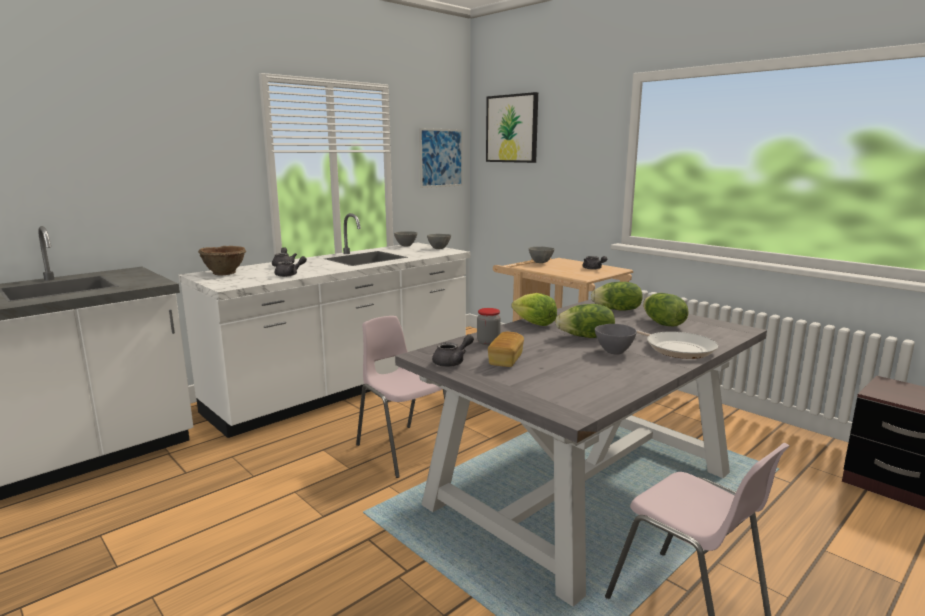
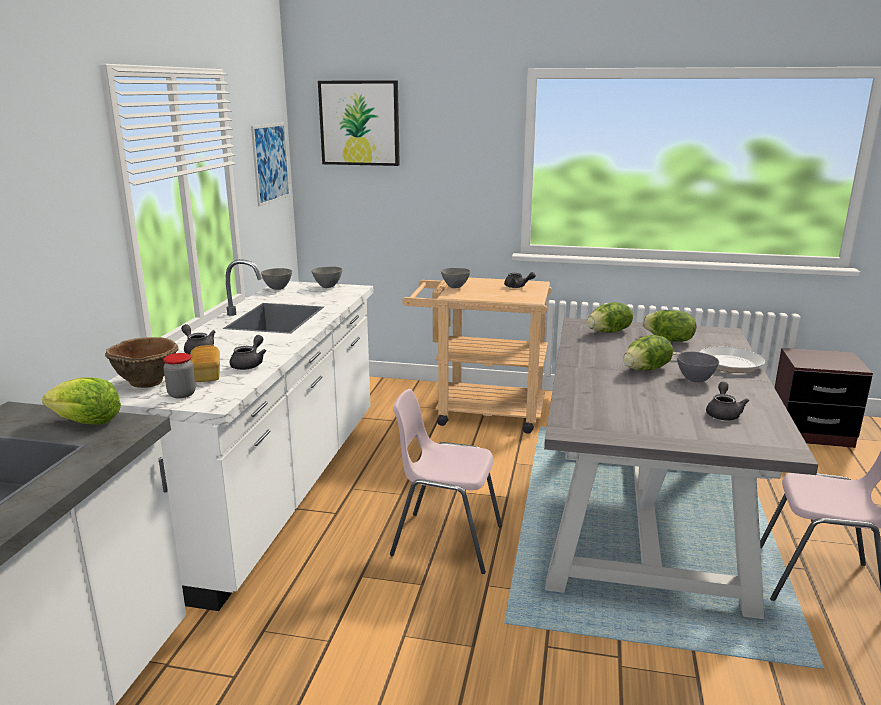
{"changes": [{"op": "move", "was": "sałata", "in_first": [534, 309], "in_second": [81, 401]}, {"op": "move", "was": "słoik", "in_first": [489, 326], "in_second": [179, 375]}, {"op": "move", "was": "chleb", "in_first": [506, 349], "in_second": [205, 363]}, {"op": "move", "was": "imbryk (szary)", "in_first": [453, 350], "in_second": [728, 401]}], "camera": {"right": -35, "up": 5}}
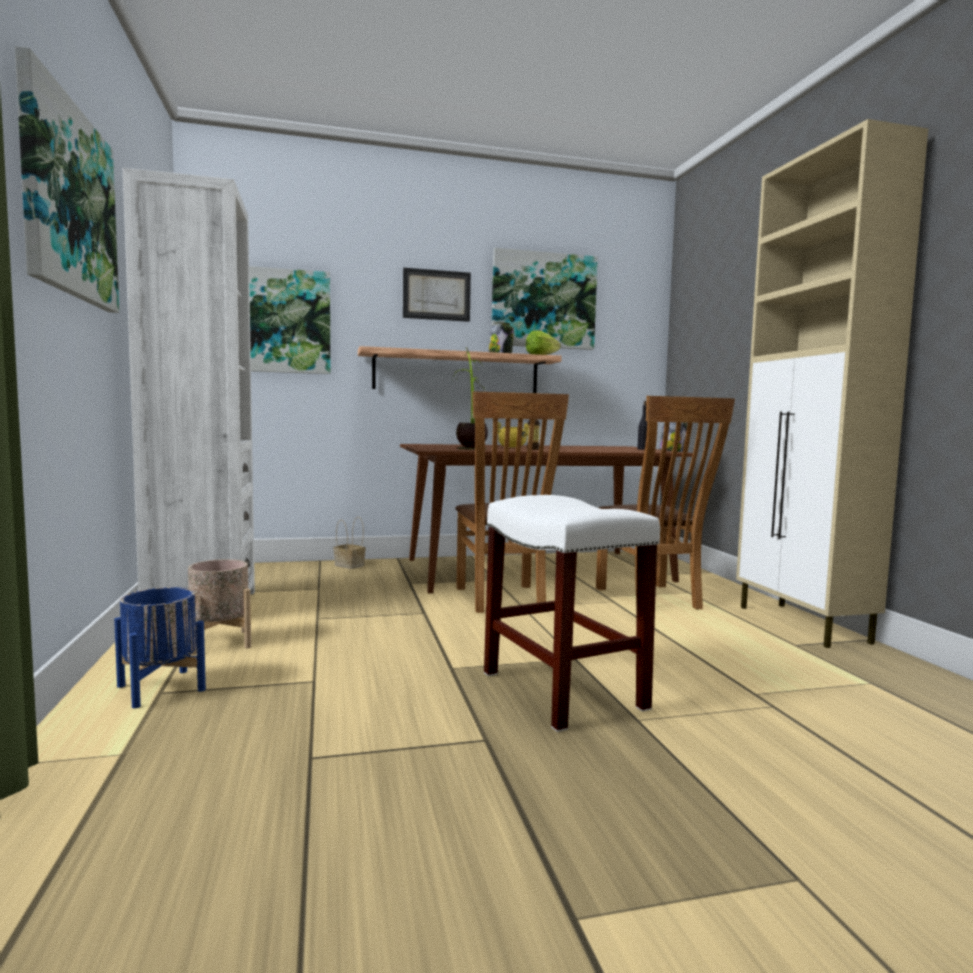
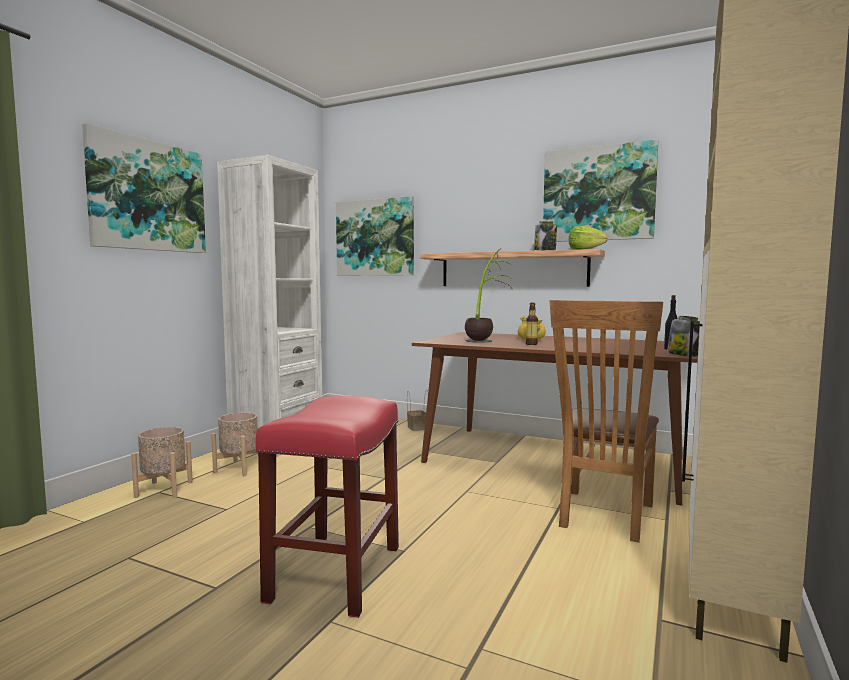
{"changes": [{"op": "delete", "was": "obraz", "in_first": [437, 295]}, {"op": "delete", "was": "krzesło (brązowy)", "in_first": [512, 502]}, {"op": "recolor", "was": "stołek (biały)", "now": "stołek (czerwony)", "in_first": [572, 613], "in_second": [327, 507]}, {"op": "recolor", "was": "donica (niebieski)", "now": "donica (beżowy)", "in_first": [160, 647], "in_second": [162, 462]}], "camera": {"right": 40, "up": 0}}
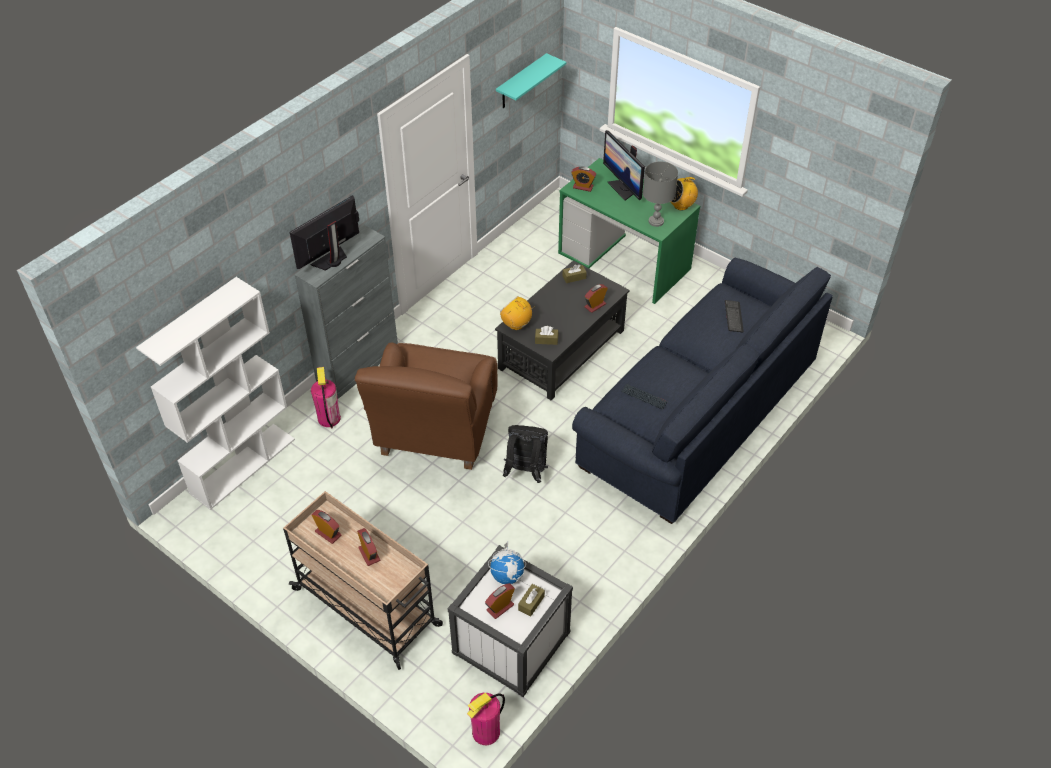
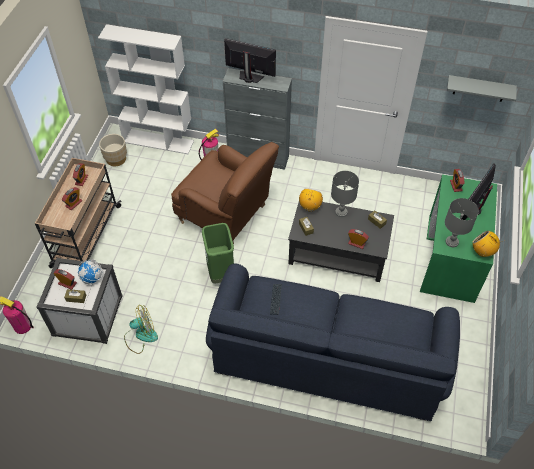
{"changes": [{"op": "recolor", "was": "półka (turkusowy)", "now": "półka (szary)", "in_first": [531, 80], "in_second": [482, 88]}, {"op": "delete", "was": "klawiatura", "in_first": [734, 316]}, {"op": "rotate", "was": "fotel (brązowy)", "in_first": [426, 406], "in_second": [225, 193], "clockwise": -135}, {"op": "replace", "was": "plecak (czarny)", "now": "kosz na śmieci (zielony)", "in_first": [525, 454], "in_second": [218, 253]}, {"op": "insert", "now": "donica (beżowy)", "in_second": [113, 150]}, {"op": "insert", "now": "lampa stołowa (szary)", "in_second": [345, 194]}, {"op": "insert", "now": "wentylator", "in_second": [141, 329]}], "camera": {"right": 65, "up": 5}}
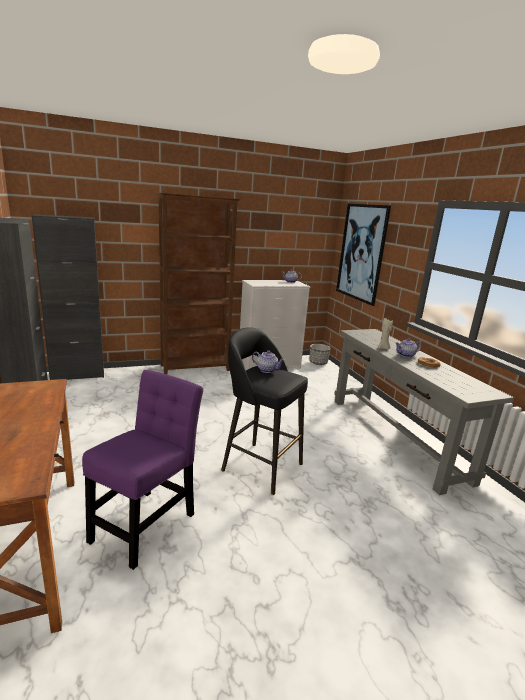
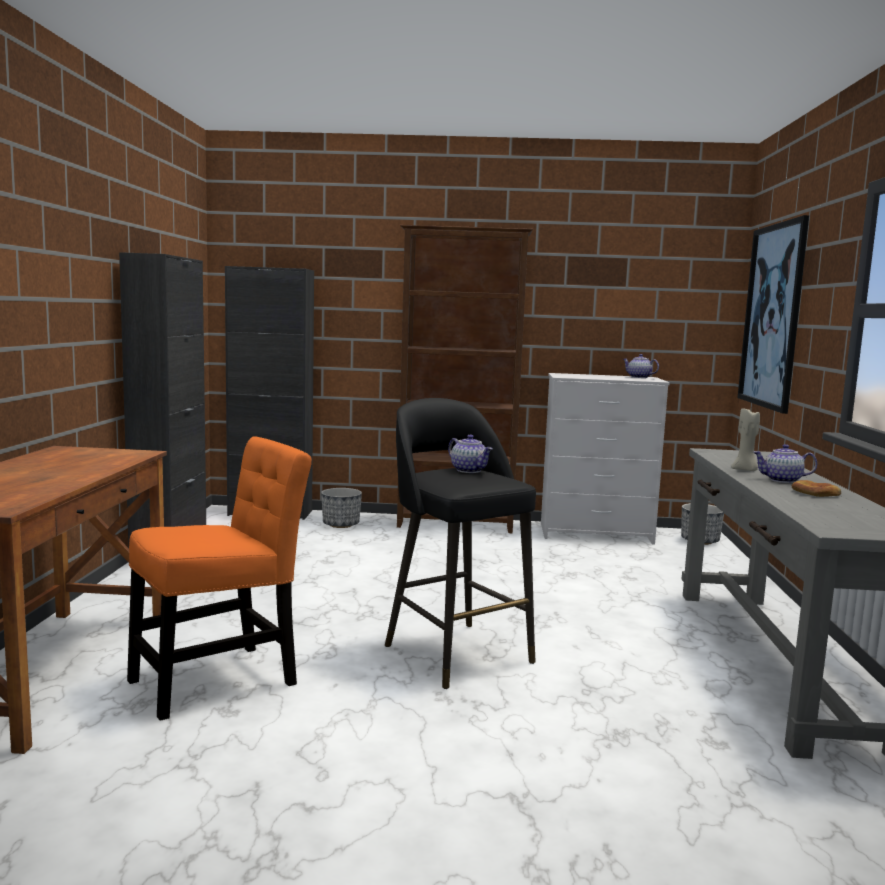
{"changes": [{"op": "recolor", "was": "krzesło (fioletowy)", "now": "krzesło (pomarańczowy)", "in_first": [142, 470], "in_second": [219, 578]}, {"op": "insert", "now": "donica", "in_second": [341, 508]}], "camera": {"right": 25, "up": -10}}
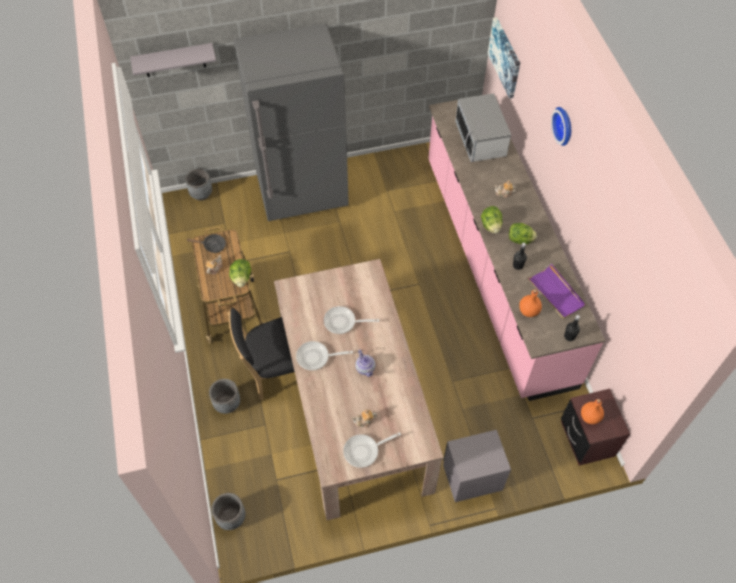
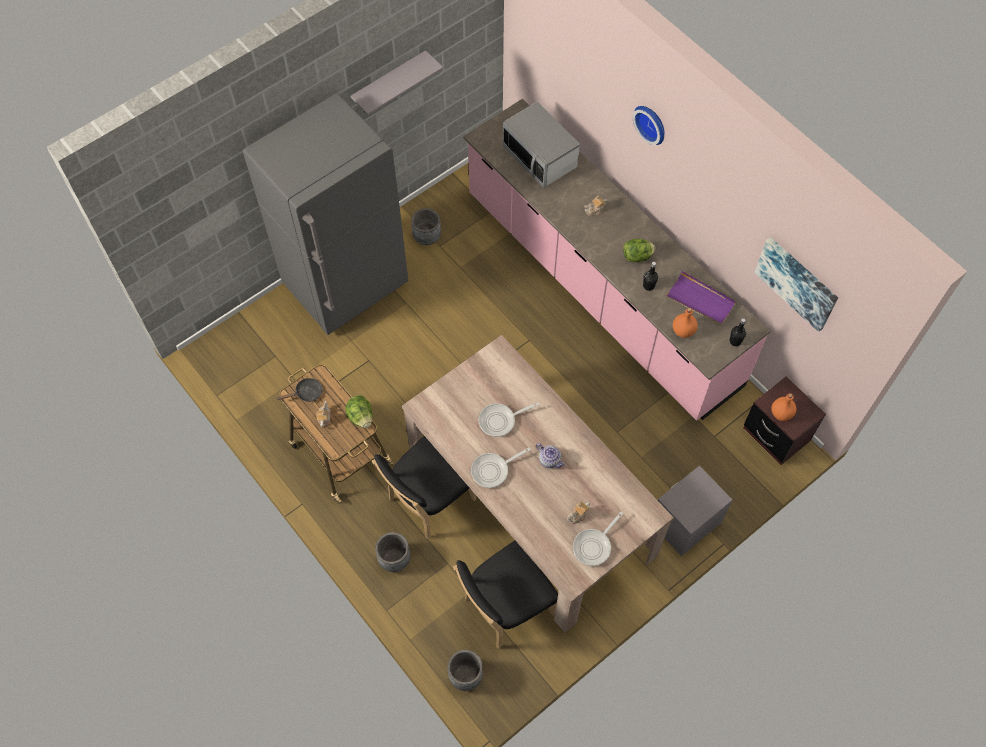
{"changes": [{"op": "move", "was": "obraz", "in_first": [504, 58], "in_second": [796, 284]}, {"op": "move", "was": "półka (szary)", "in_first": [173, 60], "in_second": [397, 82]}, {"op": "move", "was": "donica (szary)", "in_first": [198, 185], "in_second": [426, 226]}, {"op": "delete", "was": "sałata", "in_first": [492, 219]}, {"op": "insert", "now": "krzesło (czarny)", "in_second": [505, 595]}], "camera": {"right": -25, "up": 5}}
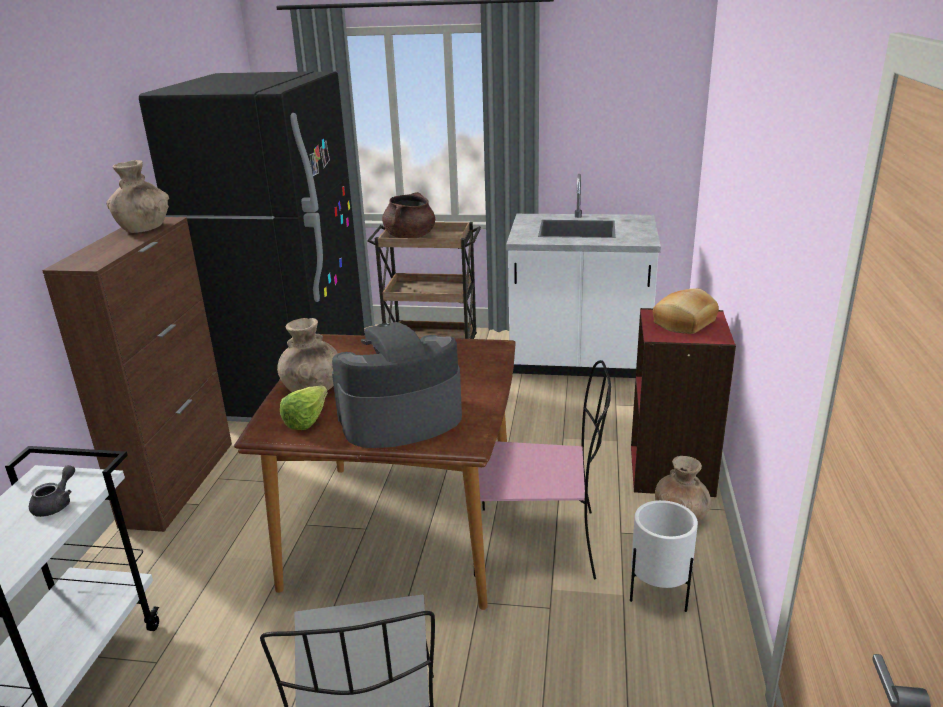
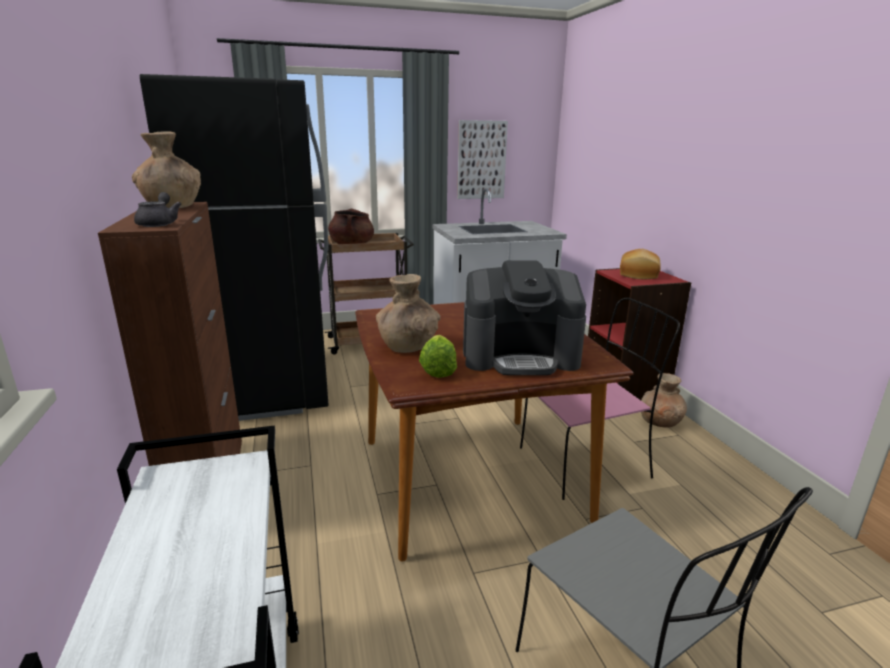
{"changes": [{"op": "rotate", "was": "ekspres do kawy", "in_first": [397, 385], "in_second": [524, 317], "clockwise": -135}, {"op": "move", "was": "imbryk (szary)", "in_first": [52, 491], "in_second": [157, 209]}, {"op": "delete", "was": "donica (biały)", "in_first": [664, 556]}, {"op": "insert", "now": "obraz", "in_second": [482, 159]}], "camera": {"right": -25, "up": -5}}
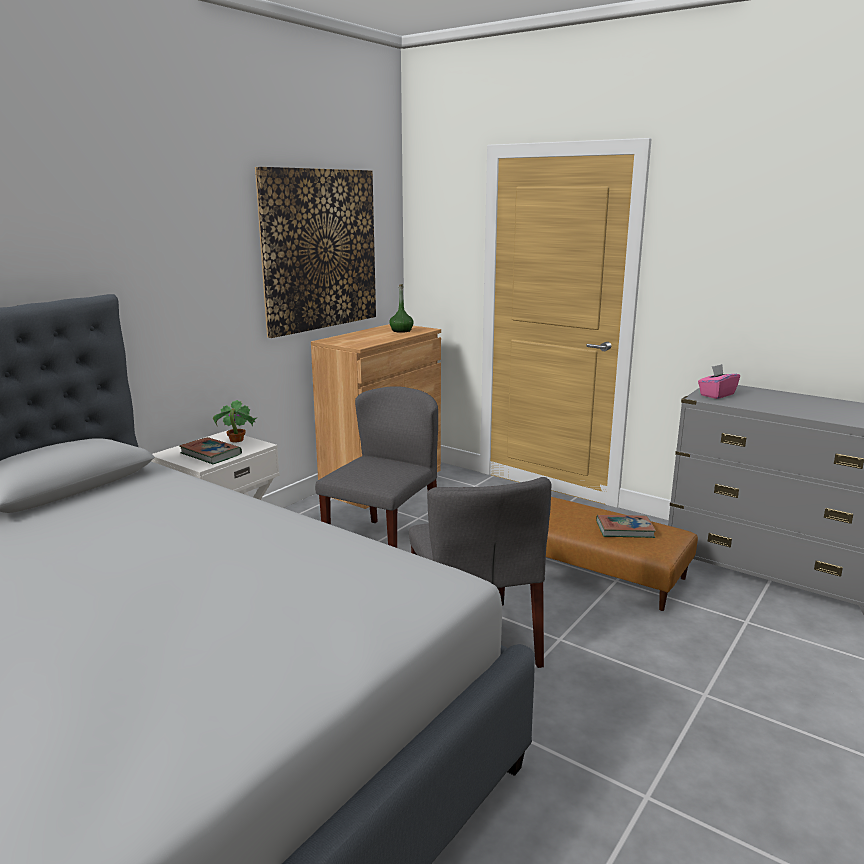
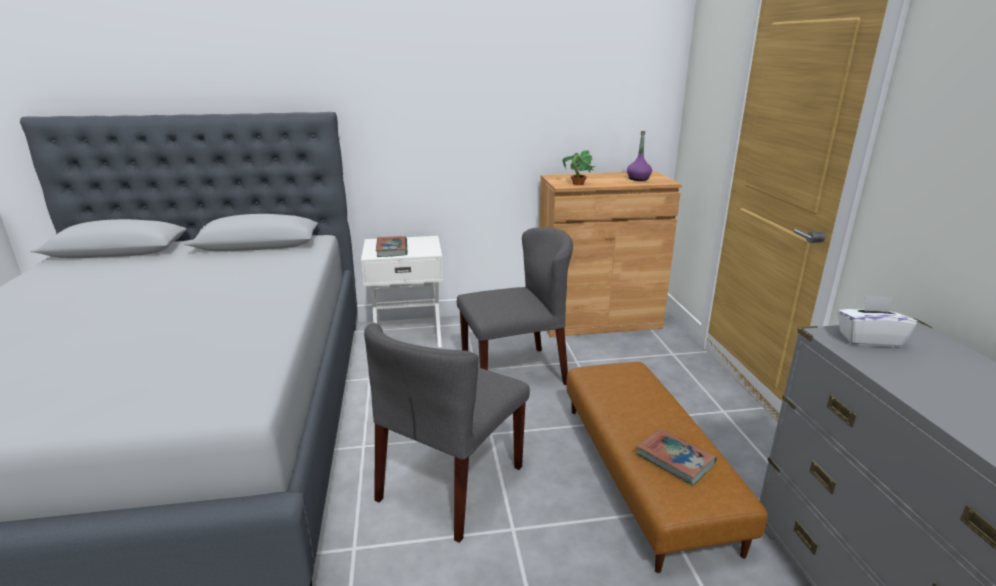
{"changes": [{"op": "delete", "was": "obraz", "in_first": [315, 252]}, {"op": "recolor", "was": "butelka (zielony)", "now": "butelka (fioletowy)", "in_first": [401, 308], "in_second": [639, 156]}, {"op": "recolor", "was": "pudełko chusteczek (różowy)", "now": "pudełko chusteczek (biały)", "in_first": [719, 381], "in_second": [877, 321]}, {"op": "move", "was": "roślina doniczkowa", "in_first": [235, 421], "in_second": [579, 167]}], "camera": {"right": 45, "up": 5}}
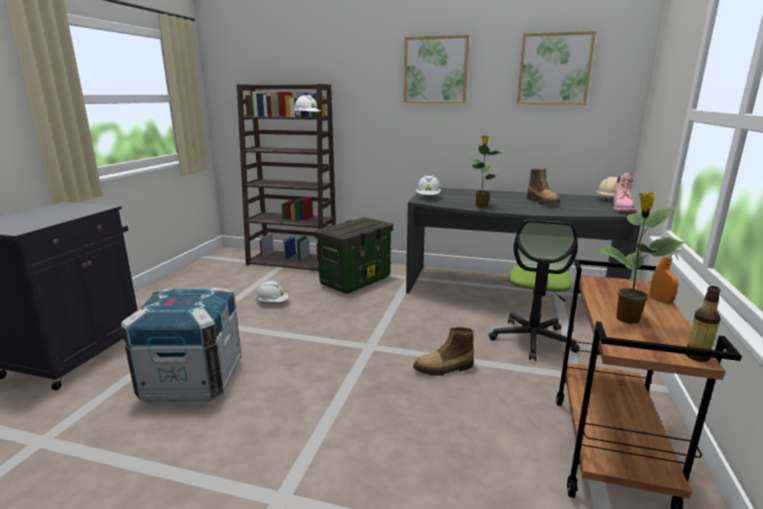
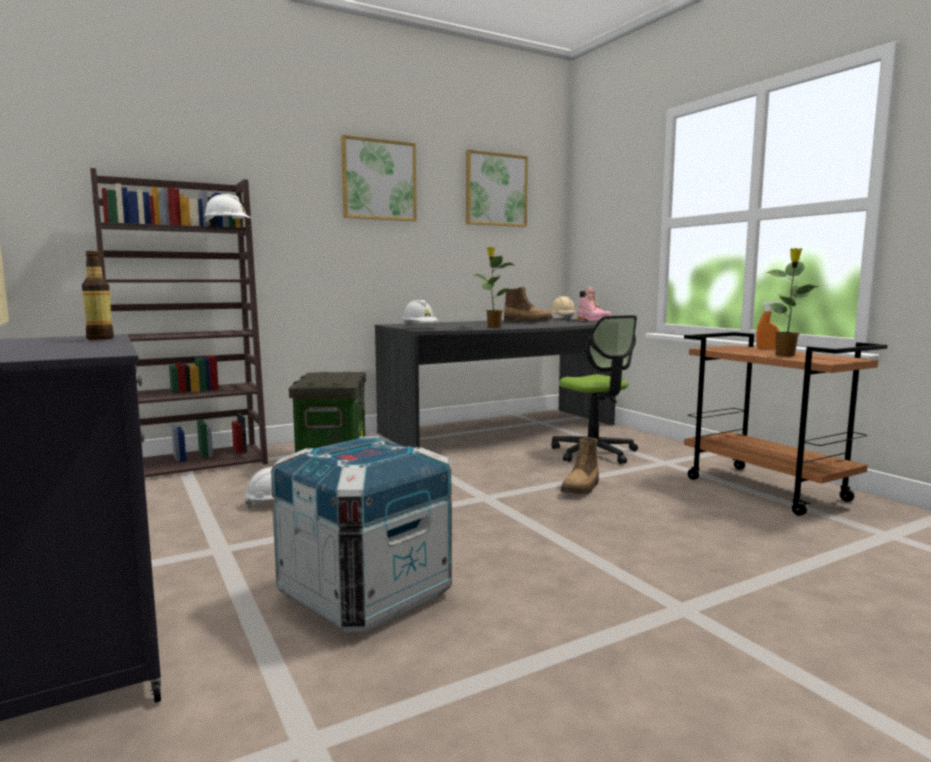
{"changes": [{"op": "move", "was": "butelka", "in_first": [703, 324], "in_second": [98, 295]}], "camera": {"right": -45, "up": -10}}
